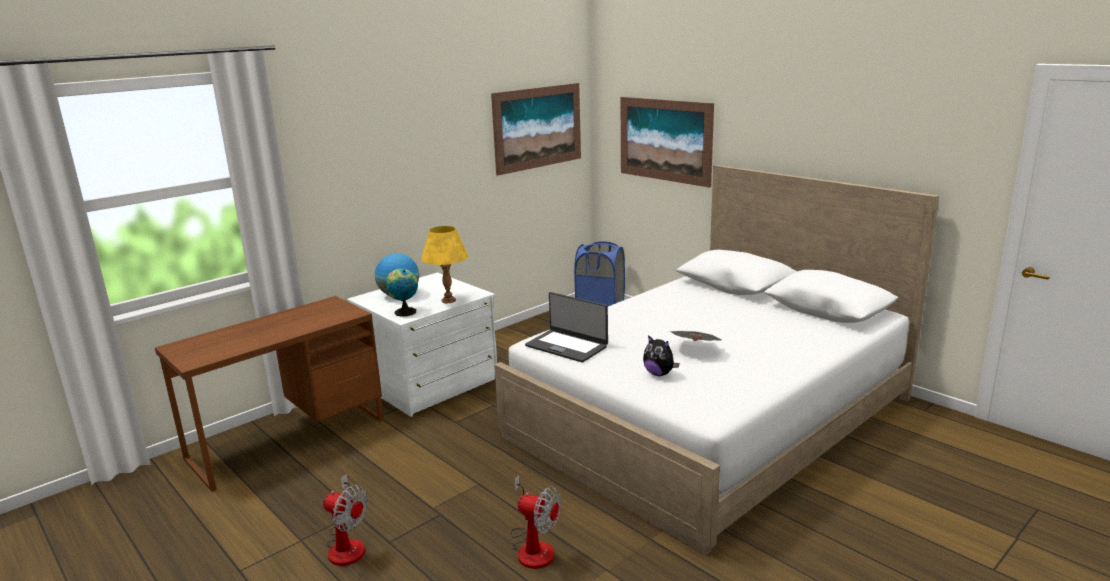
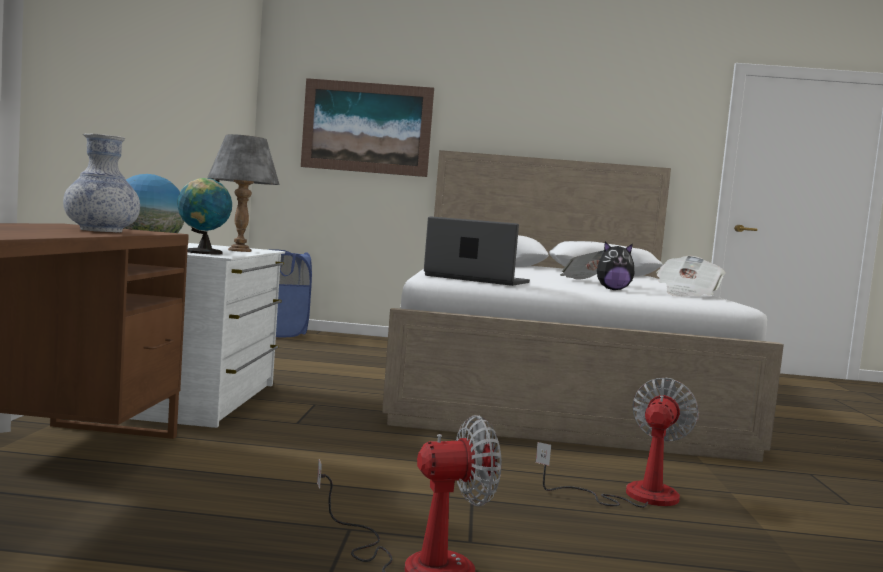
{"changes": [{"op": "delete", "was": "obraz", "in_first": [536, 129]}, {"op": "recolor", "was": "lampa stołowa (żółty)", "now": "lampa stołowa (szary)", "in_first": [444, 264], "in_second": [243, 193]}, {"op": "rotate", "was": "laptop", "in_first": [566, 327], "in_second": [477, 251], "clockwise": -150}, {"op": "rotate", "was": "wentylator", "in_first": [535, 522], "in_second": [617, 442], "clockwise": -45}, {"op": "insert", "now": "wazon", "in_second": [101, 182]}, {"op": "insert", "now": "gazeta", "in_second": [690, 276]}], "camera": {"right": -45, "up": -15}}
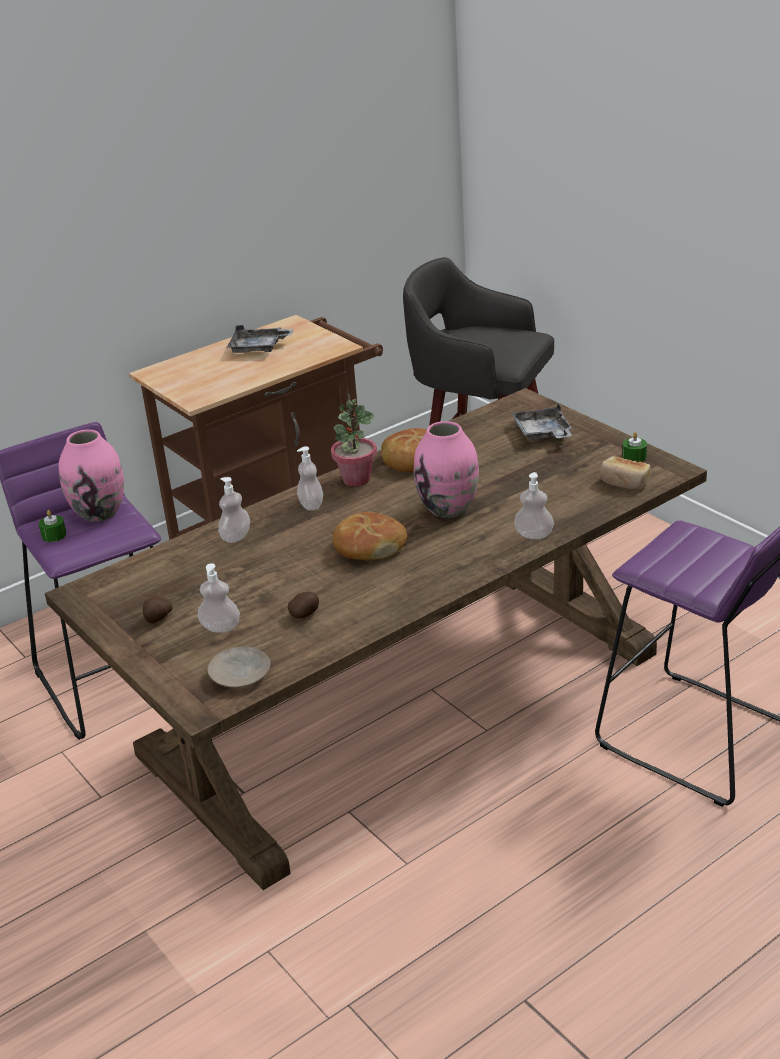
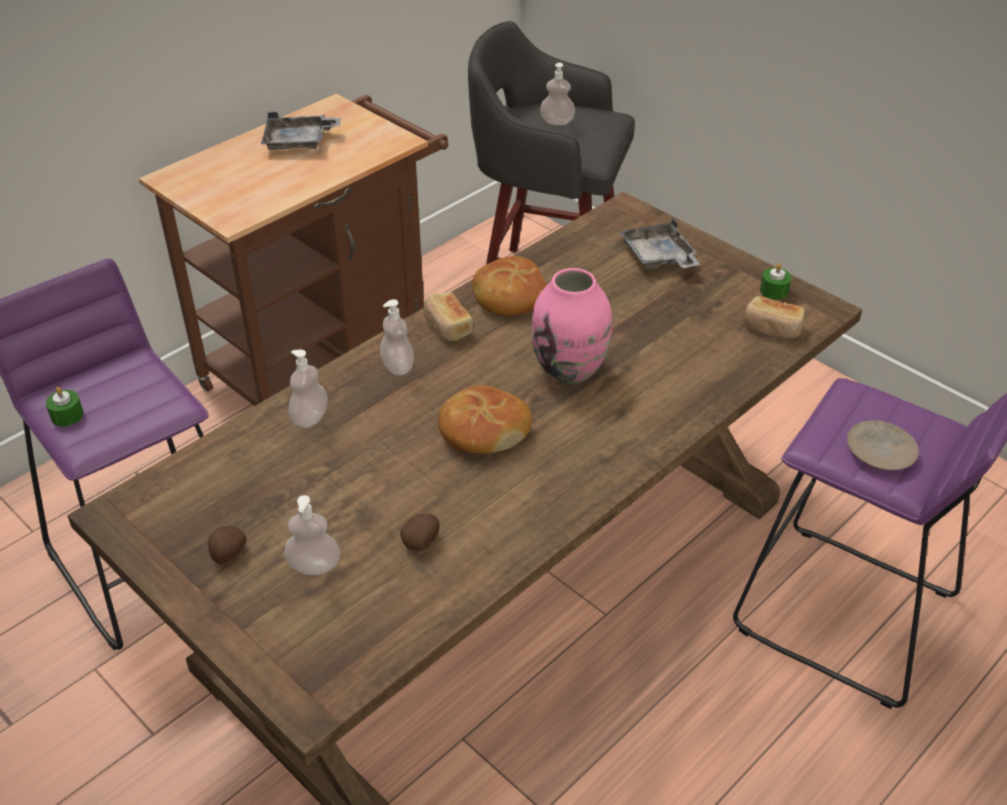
{"changes": [{"op": "replace", "was": "roślina doniczkowa", "now": "chleb", "in_first": [354, 443], "in_second": [448, 316]}, {"op": "delete", "was": "wazon (różowy)", "in_first": [91, 475]}, {"op": "move", "was": "dozownik mydła", "in_first": [534, 505], "in_second": [557, 93]}, {"op": "move", "was": "talerz (beżowy)", "in_first": [238, 667], "in_second": [883, 445]}], "camera": {"right": -10, "up": 10}}
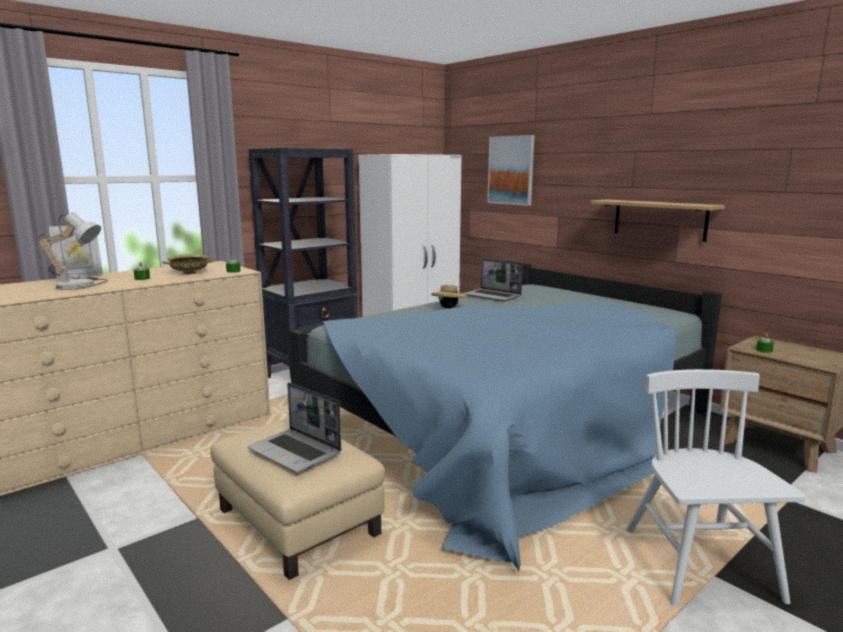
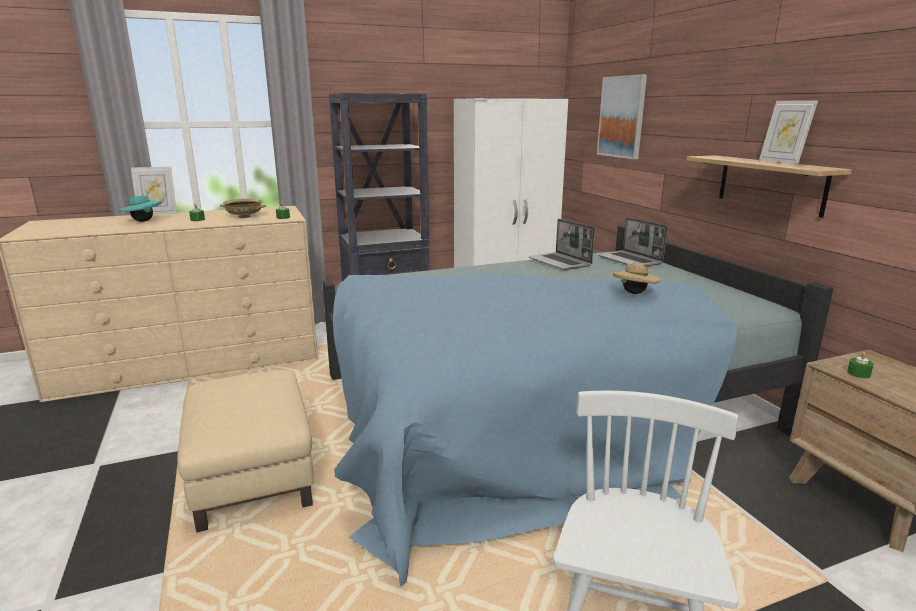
{"changes": [{"op": "replace", "was": "lampa stołowa", "now": "kapelusz (turkusowy)", "in_first": [73, 251], "in_second": [140, 208]}, {"op": "move", "was": "kapelusz (beżowy)", "in_first": [449, 296], "in_second": [636, 279]}, {"op": "move", "was": "laptop", "in_first": [294, 428], "in_second": [633, 242]}, {"op": "insert", "now": "ramka na zdjęcie", "in_second": [788, 132]}], "camera": {"right": 20, "up": 5}}
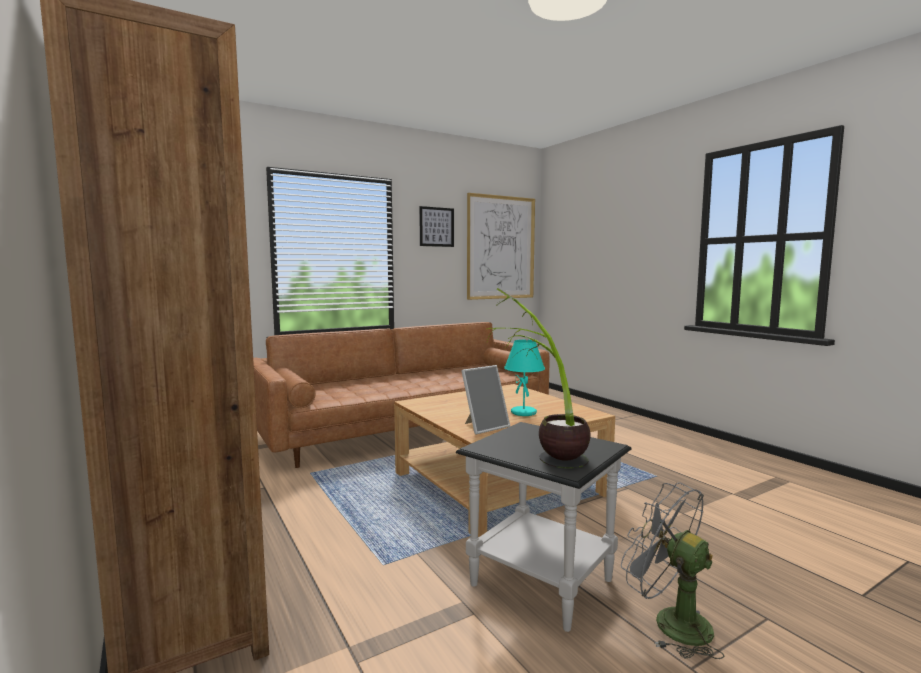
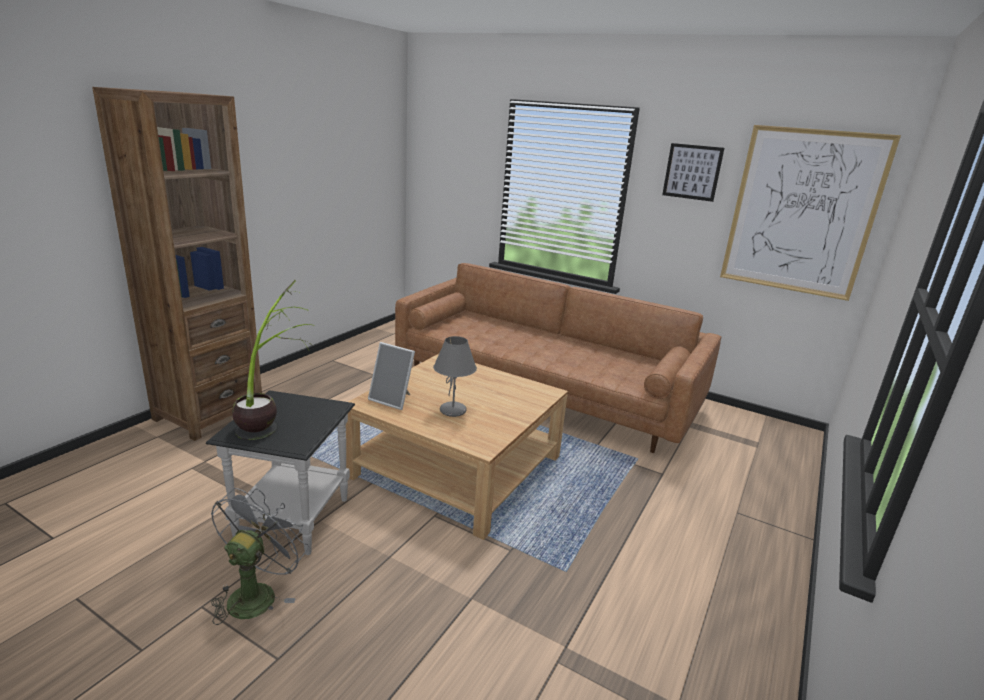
{"changes": [{"op": "recolor", "was": "lampa stołowa (turkusowy)", "now": "lampa stołowa (szary)", "in_first": [524, 378], "in_second": [455, 376]}], "camera": {"right": 60, "up": 15}}
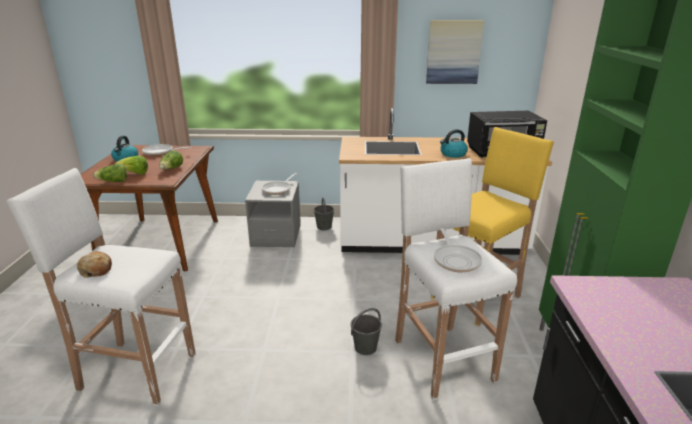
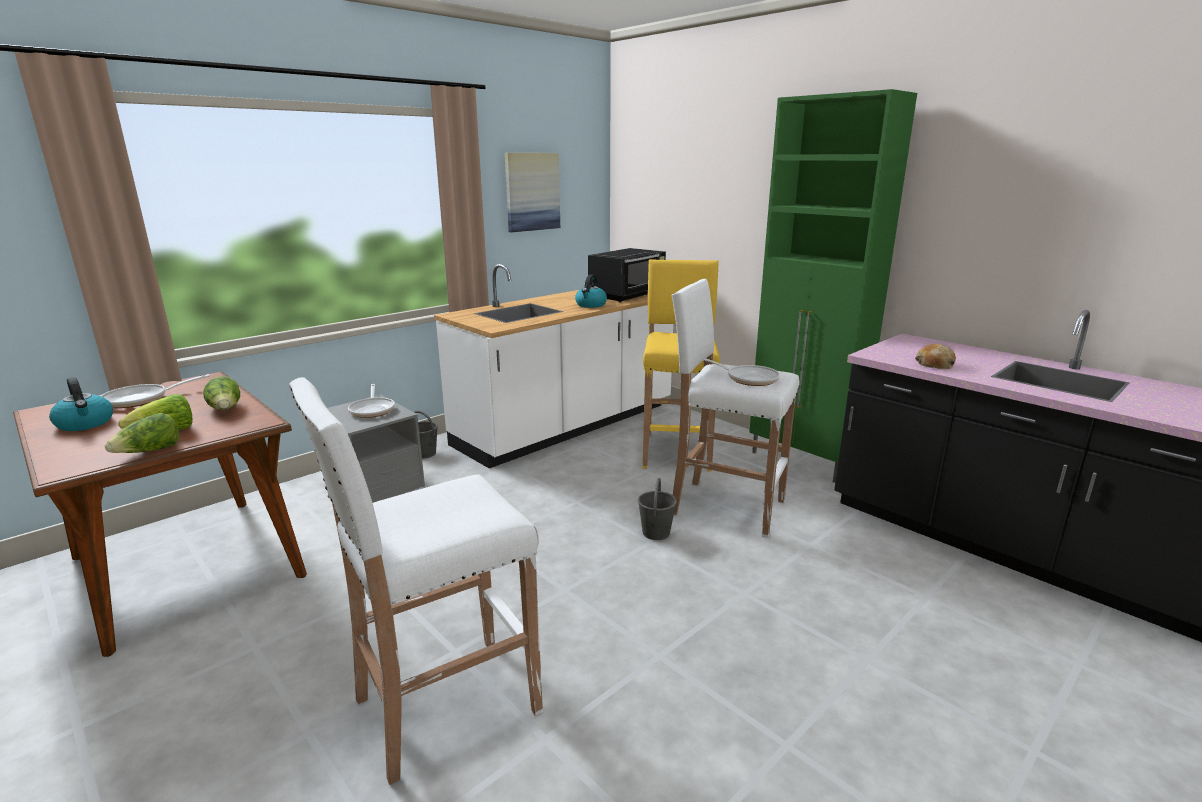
{"changes": [{"op": "move", "was": "chleb", "in_first": [94, 264], "in_second": [935, 356]}], "camera": {"right": -45, "up": -5}}
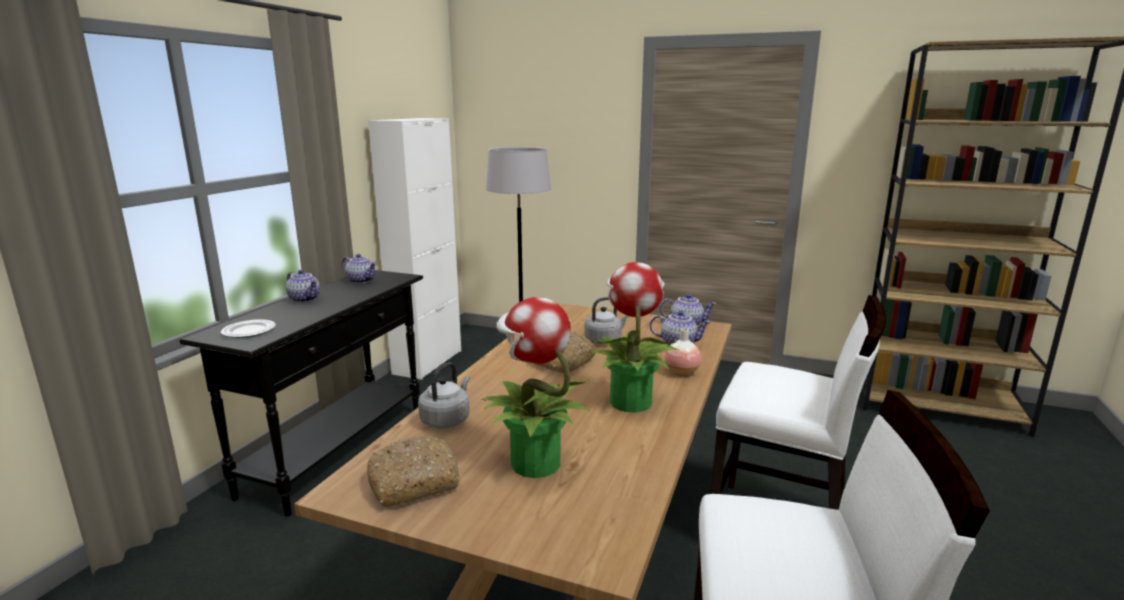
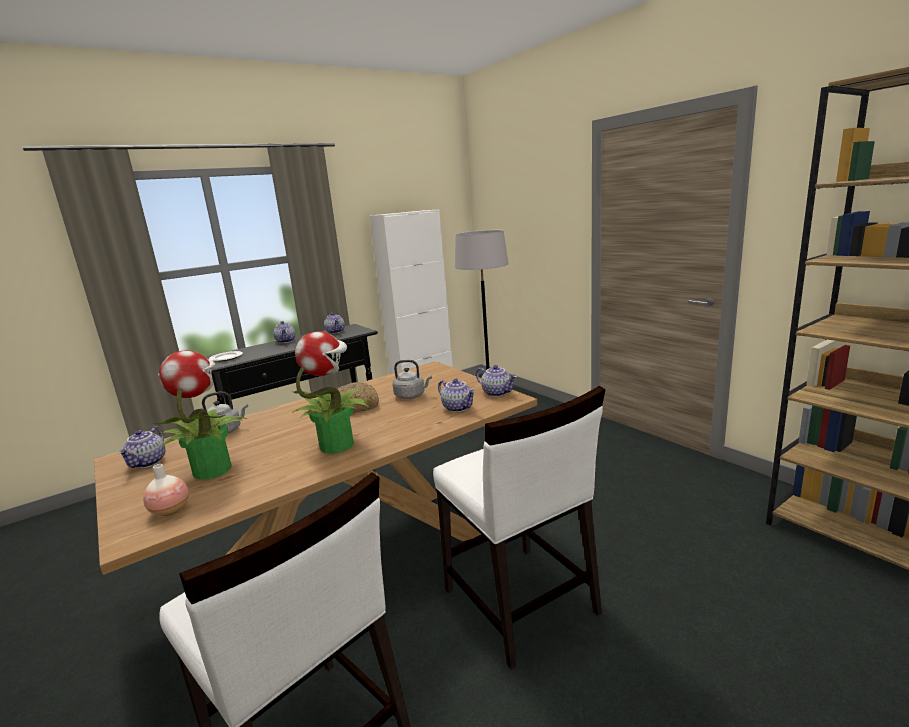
{"changes": [{"op": "move", "was": "wazon", "in_first": [683, 352], "in_second": [166, 490]}, {"op": "replace", "was": "chleb", "now": "imbryk", "in_first": [413, 471], "in_second": [141, 447]}], "camera": {"right": 35, "up": 0}}
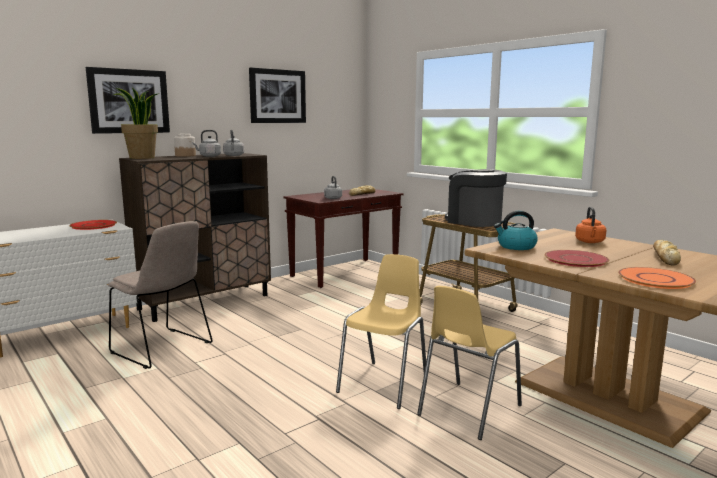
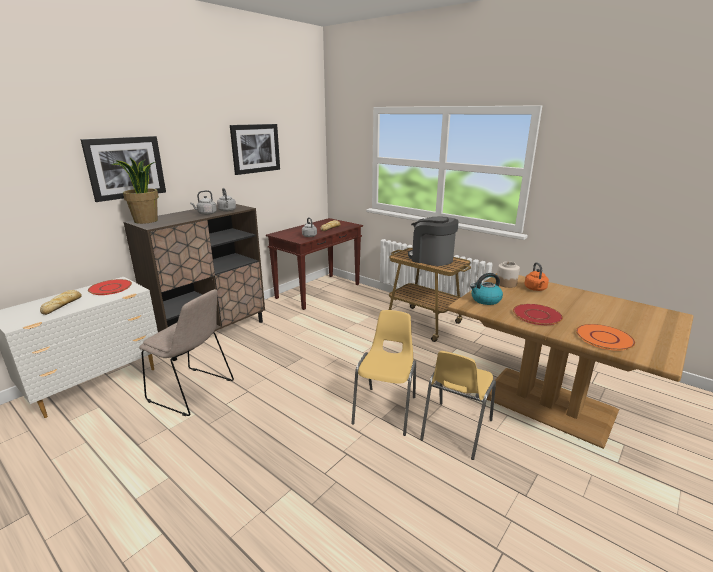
{"changes": [{"op": "move", "was": "słoik", "in_first": [185, 145], "in_second": [508, 274]}, {"op": "move", "was": "chleb", "in_first": [667, 252], "in_second": [61, 302]}], "camera": {"right": -10, "up": 10}}
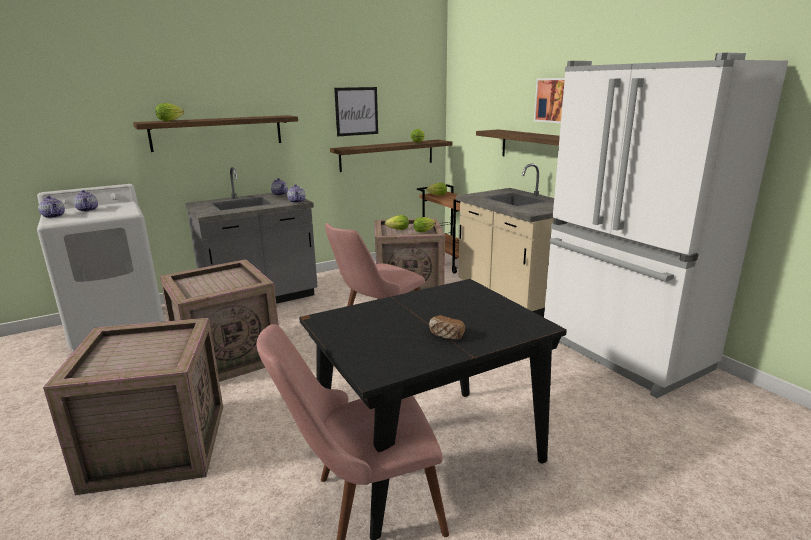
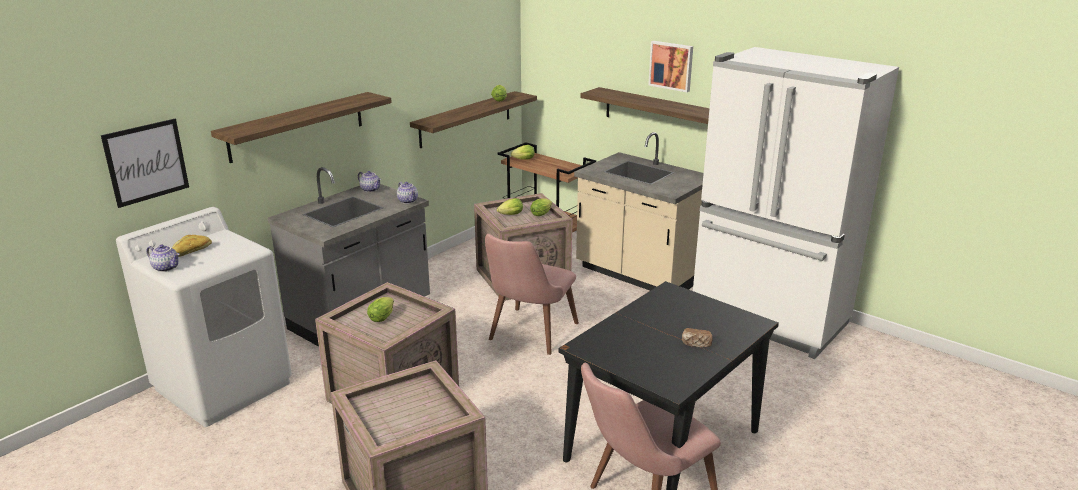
{"changes": [{"op": "move", "was": "obraz", "in_first": [356, 111], "in_second": [145, 163]}, {"op": "move", "was": "sałata", "in_first": [169, 112], "in_second": [380, 309]}, {"op": "replace", "was": "imbryk", "now": "chleb", "in_first": [86, 201], "in_second": [192, 246]}], "camera": {"right": -20, "up": 5}}
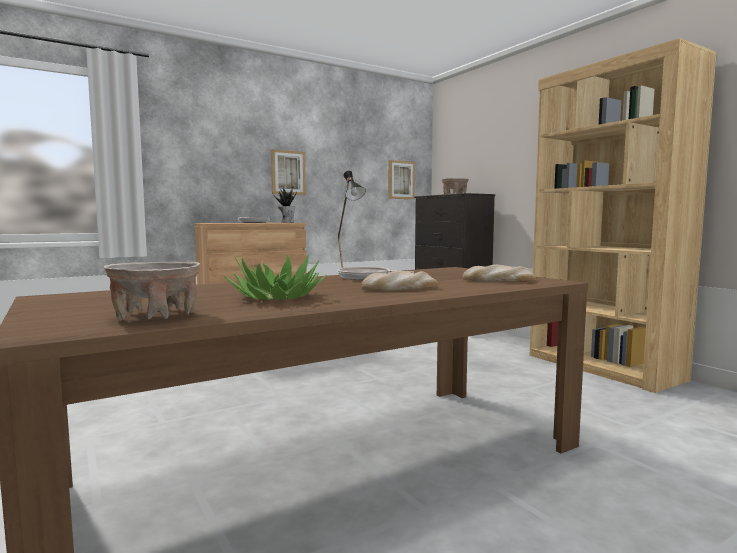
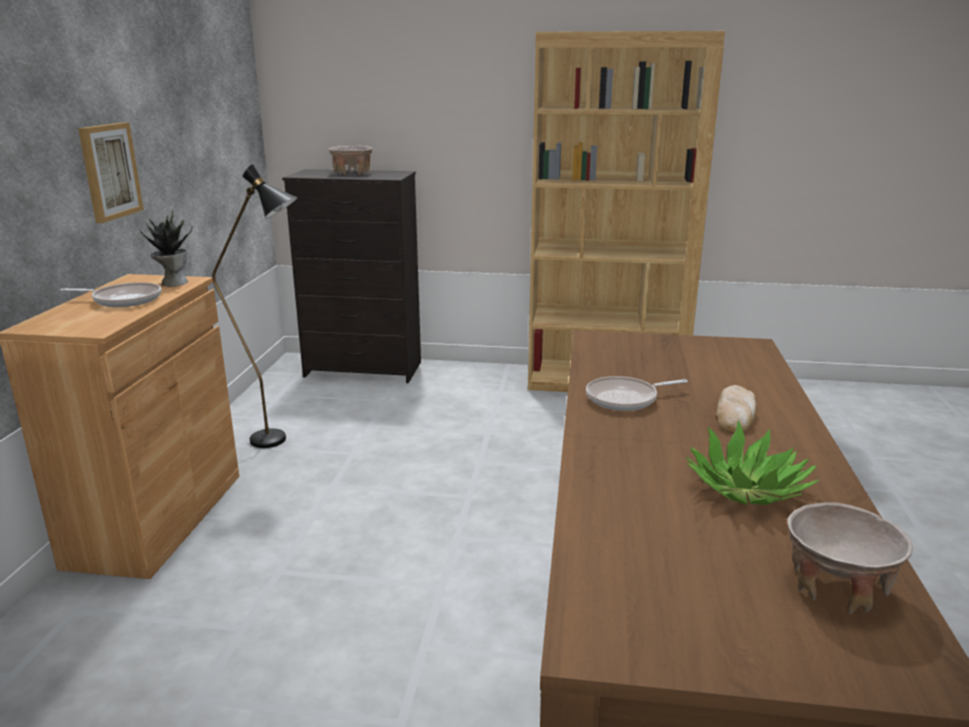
{"changes": [{"op": "delete", "was": "obraz", "in_first": [401, 179]}, {"op": "delete", "was": "chleb", "in_first": [499, 273]}], "camera": {"right": -50, "up": 15}}
